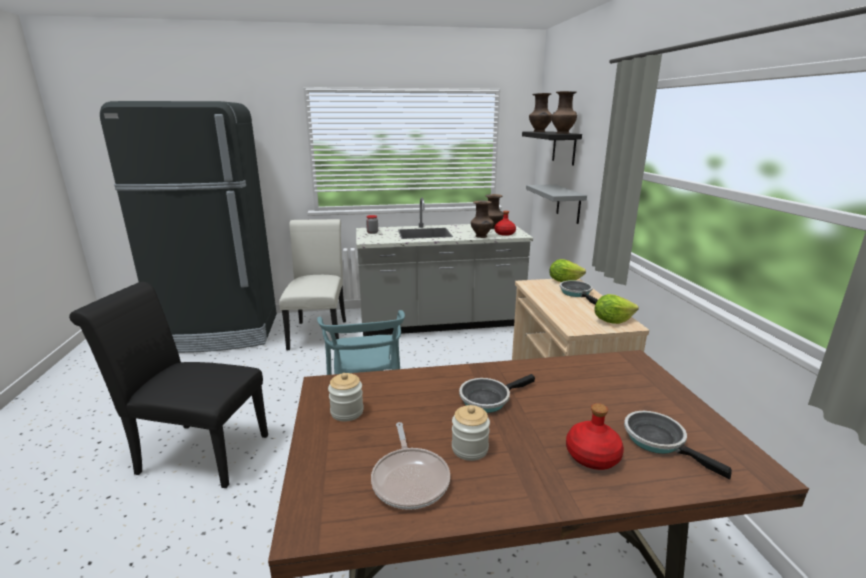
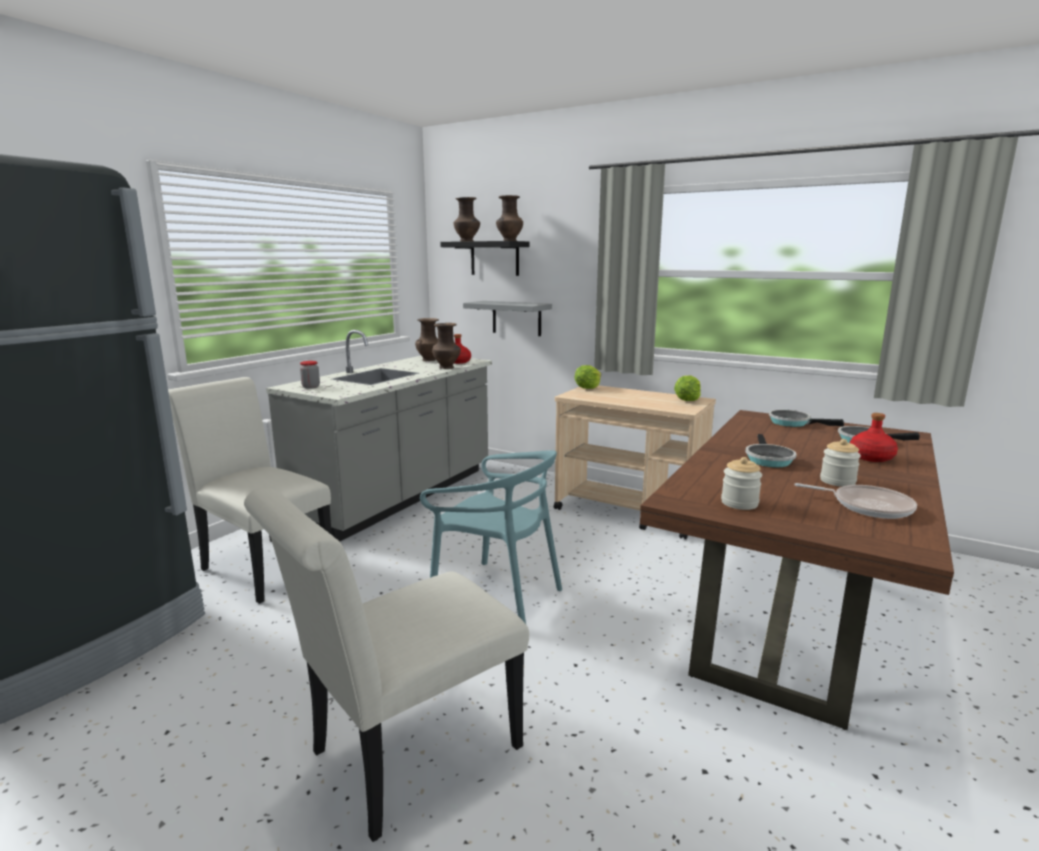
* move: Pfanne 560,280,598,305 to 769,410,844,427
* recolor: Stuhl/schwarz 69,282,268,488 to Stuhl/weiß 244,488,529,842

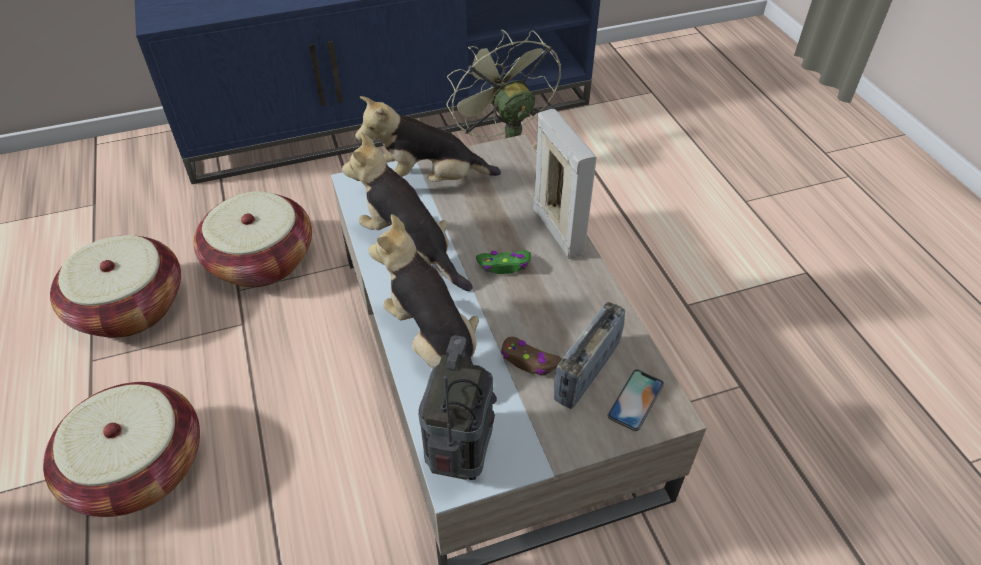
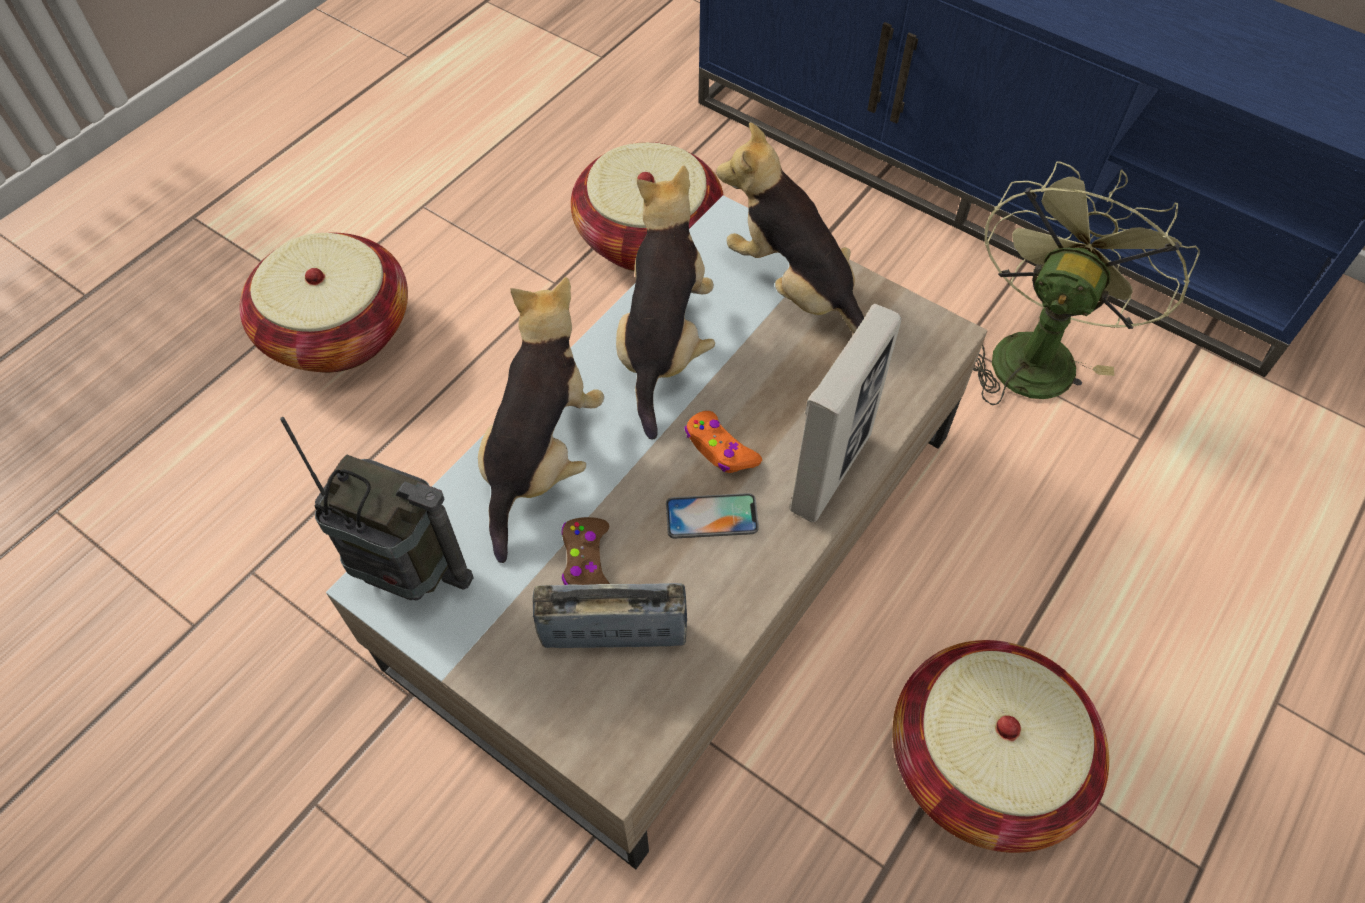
* move: Korb 50,235,181,338 to 892,640,1109,853
* move: Handy 607,369,664,431 to 666,493,759,538
* recolor: Gamepad/grün 476,250,531,274 to Gamepad/orange 684,411,762,473
* rotate: Radio 418,335,495,480 = 280,417,474,600 45 degrees clockwise

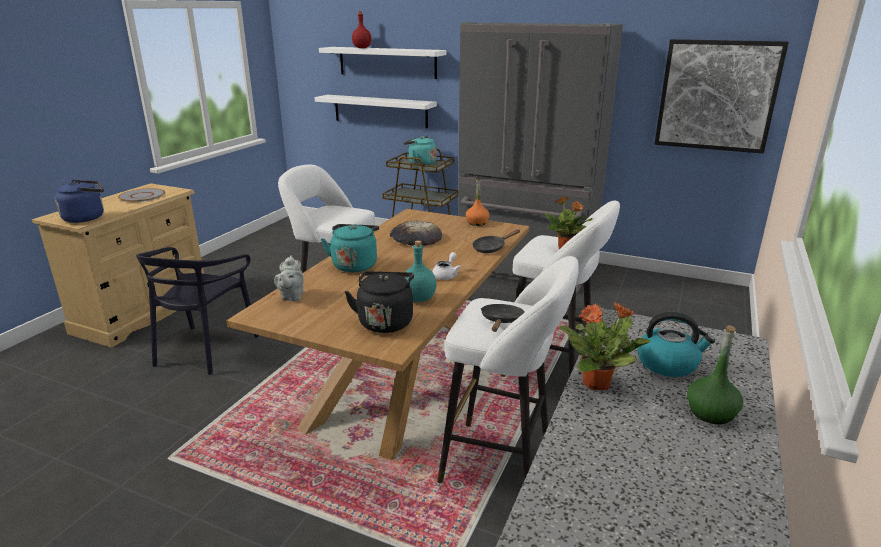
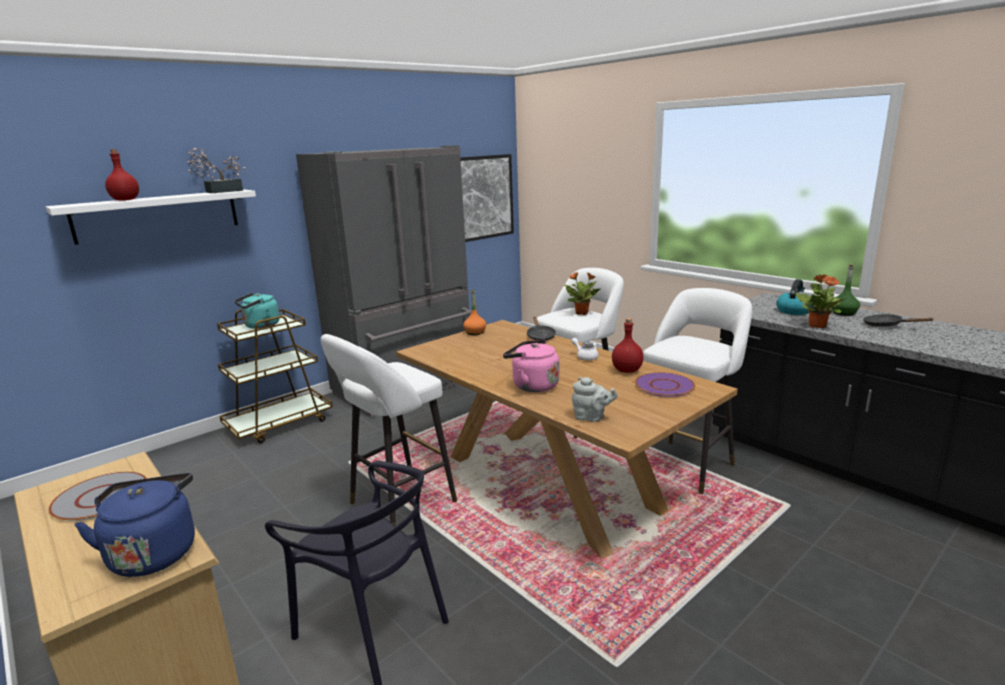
* delete: Wandregal/weiß 314,95,437,128
* delete: Brot 390,221,442,246
* insert: Topfpflanze 188,148,245,193
* move: Pfanne/schwarz 481,304,525,332 to 863,314,934,327
* replace: Wasserkessel/schwarz 345,271,414,333 to Teller/lila 635,372,695,397
* recolor: Wasserkessel/türkis 321,224,379,272 to Wasserkessel/rosa 503,340,560,392
* recolor: Flasche/türkis 405,240,437,302 to Flasche/rot 612,318,644,373

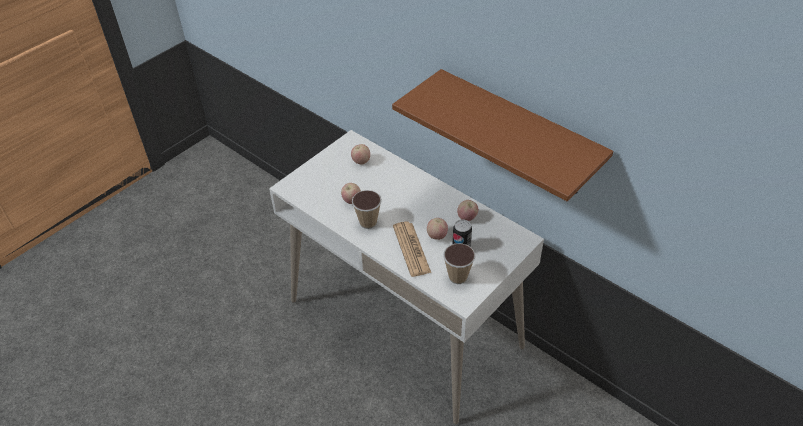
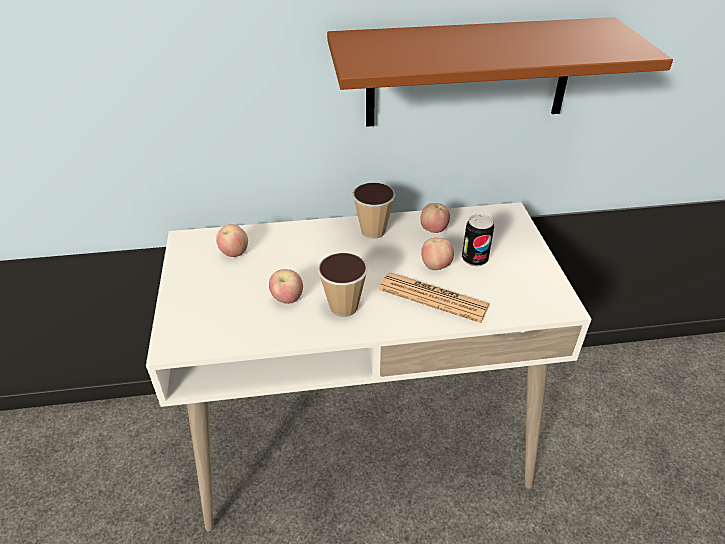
* move: Tasse 443,243,475,284 to 352,182,396,239

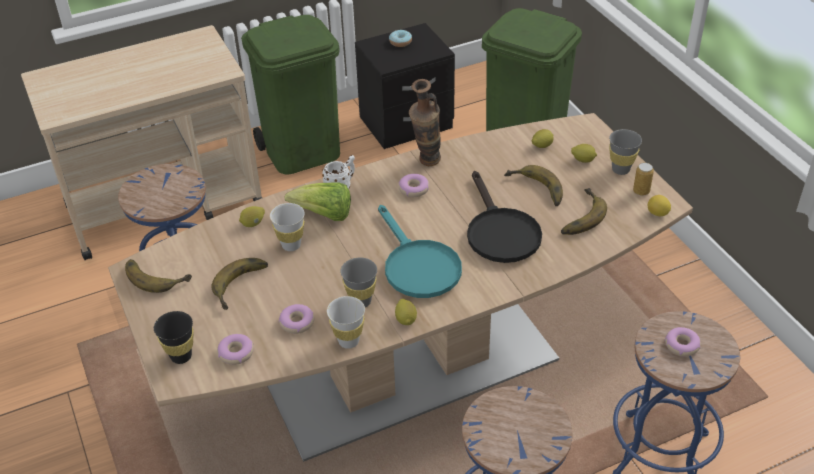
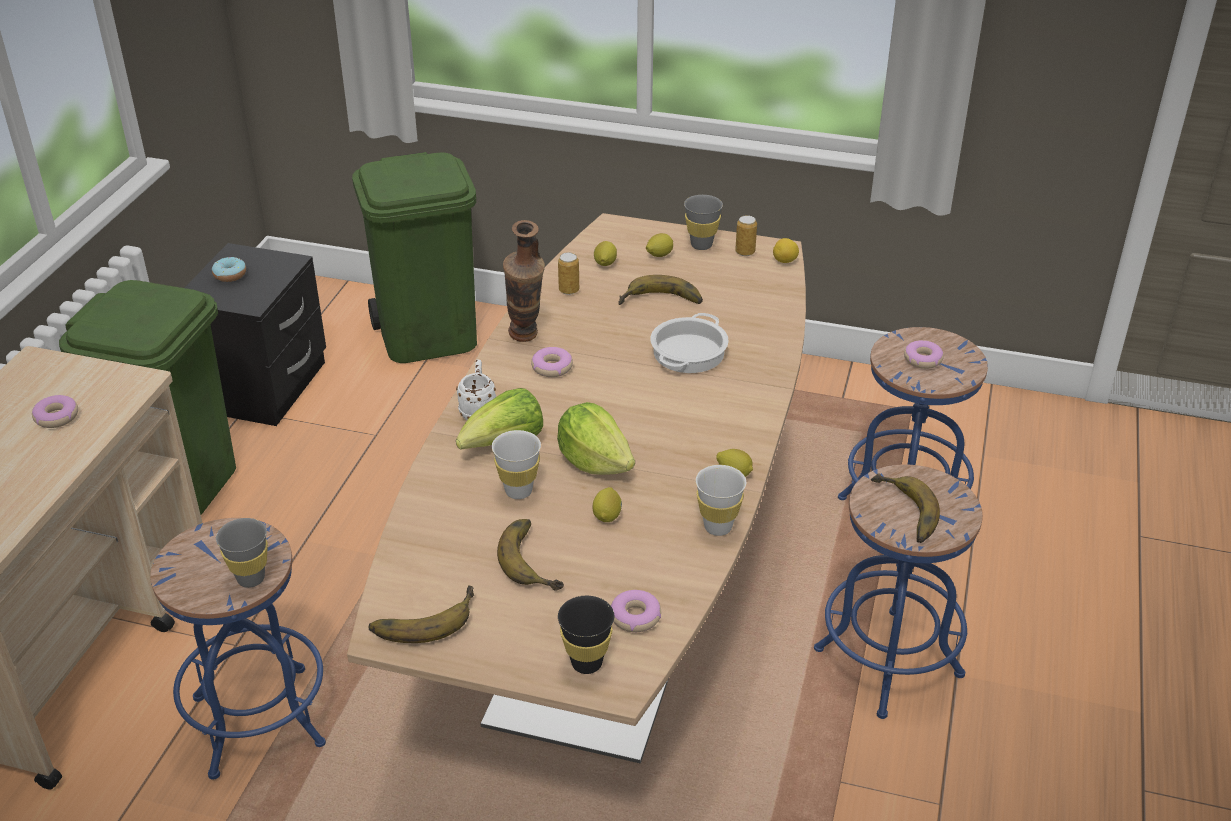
* delete: Pfanne/türkis 378,205,462,298
* insert: Salatkopf 557,402,635,475
* insert: Dose 558,252,579,295
* move: Zitrone 239,206,265,227 to 593,487,622,522
* move: Donut 279,304,314,334 to 32,395,78,428
* move: Tasse/grau 340,258,377,307 to 216,518,268,588
* move: Banane 561,188,607,235 to 871,473,940,543
* replace: Pfanne/schwarz 467,171,542,263 to Kochtopf 650,313,729,373

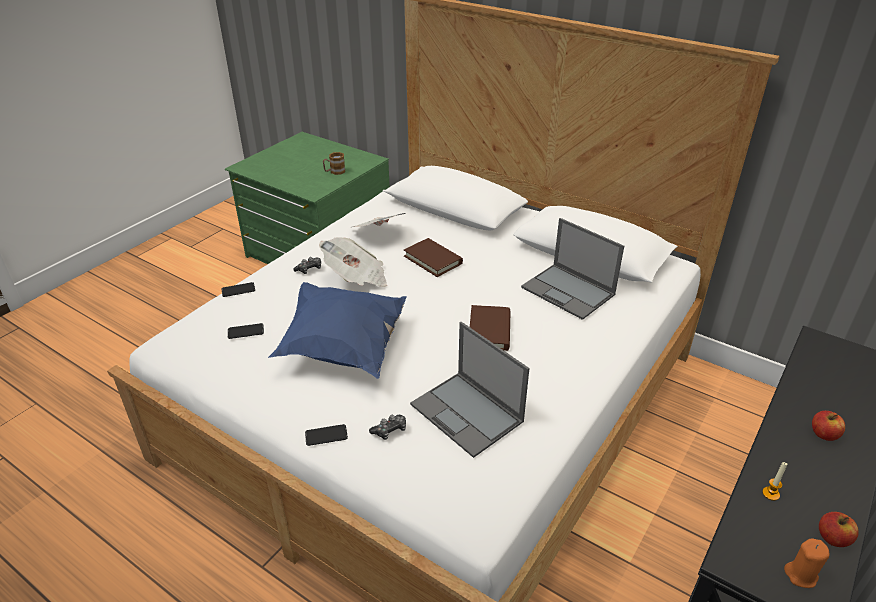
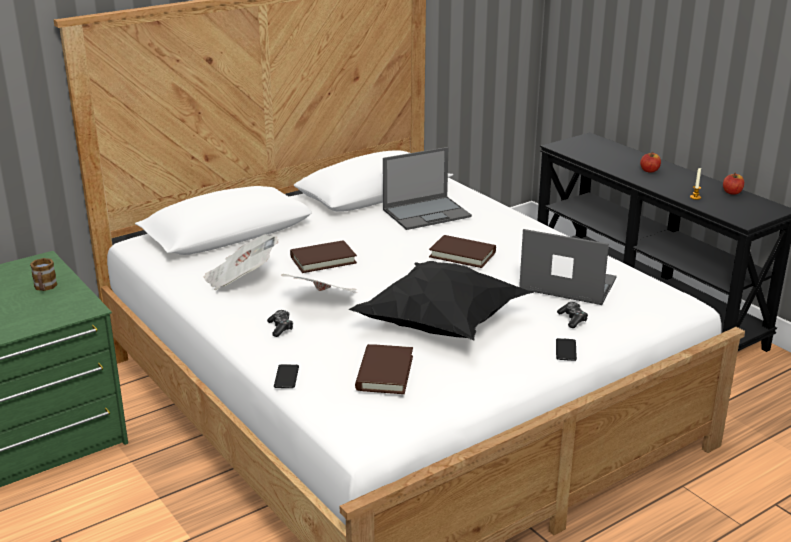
* delete: Kerze/orange 784,538,830,588
* replace: Handy 228,323,264,339 to Buch/braun 355,344,413,394
* recolor: Kissen/blau 268,282,407,379 to Kissen/schwarz 348,261,534,341
* rotate: Laptop 410,322,529,458 = 519,229,617,305 135 degrees counterclockwise

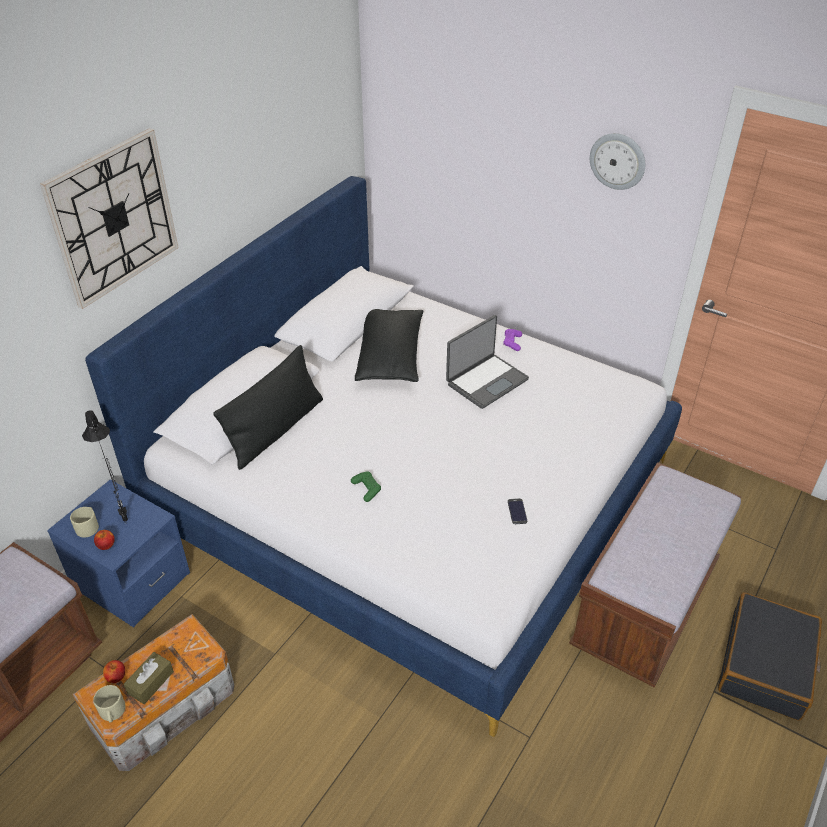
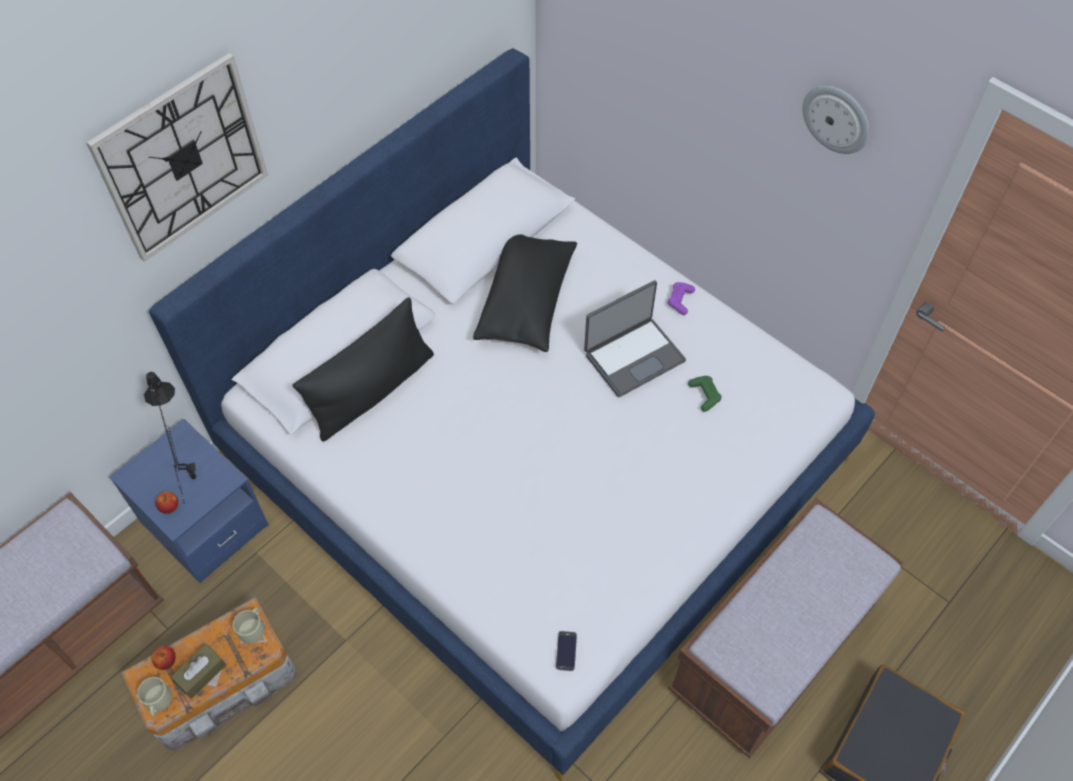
* move: Henkelbecher/beige 70,507,99,538 to 233,607,265,644
* move: Gamepad/grün 351,471,381,502 to 688,376,722,412
* move: Handy 508,498,527,524 to 556,631,577,671

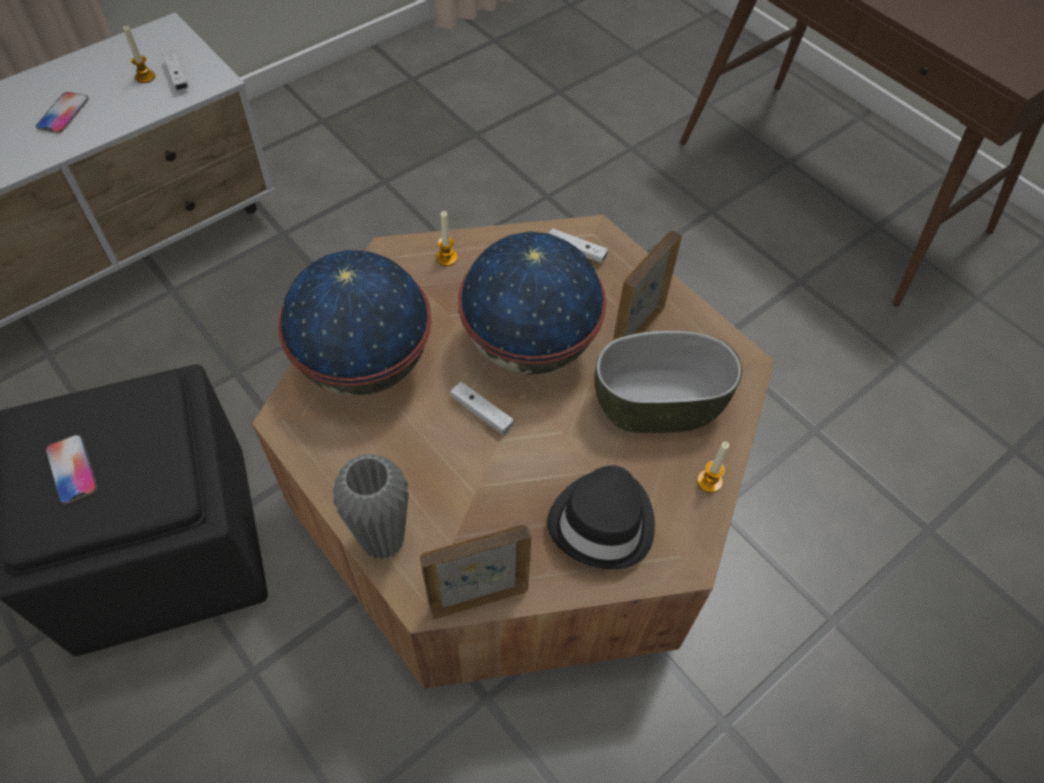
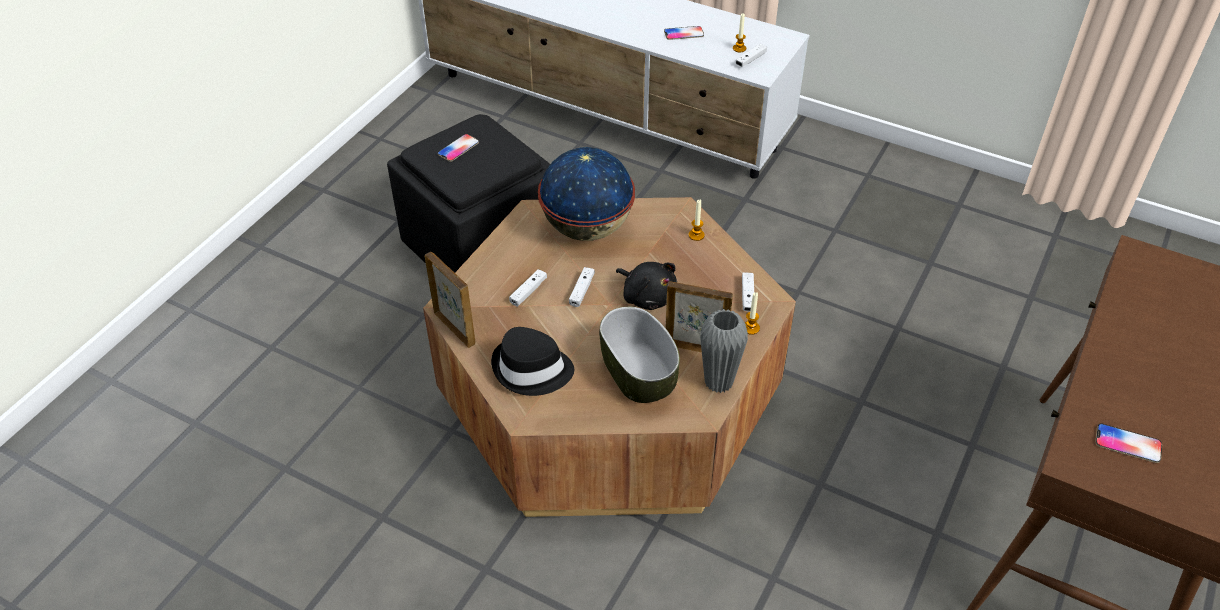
* insert: Gamepad/weiß 509,269,547,307
* insert: Handy 1095,423,1162,463
* move: Vase/grau 333,454,409,560 to 700,309,748,393
* move: Kerze 697,441,729,493 to 745,292,760,335
* replace: Globus 458,231,606,374 to Plüschtier/schwarz 616,262,677,310

